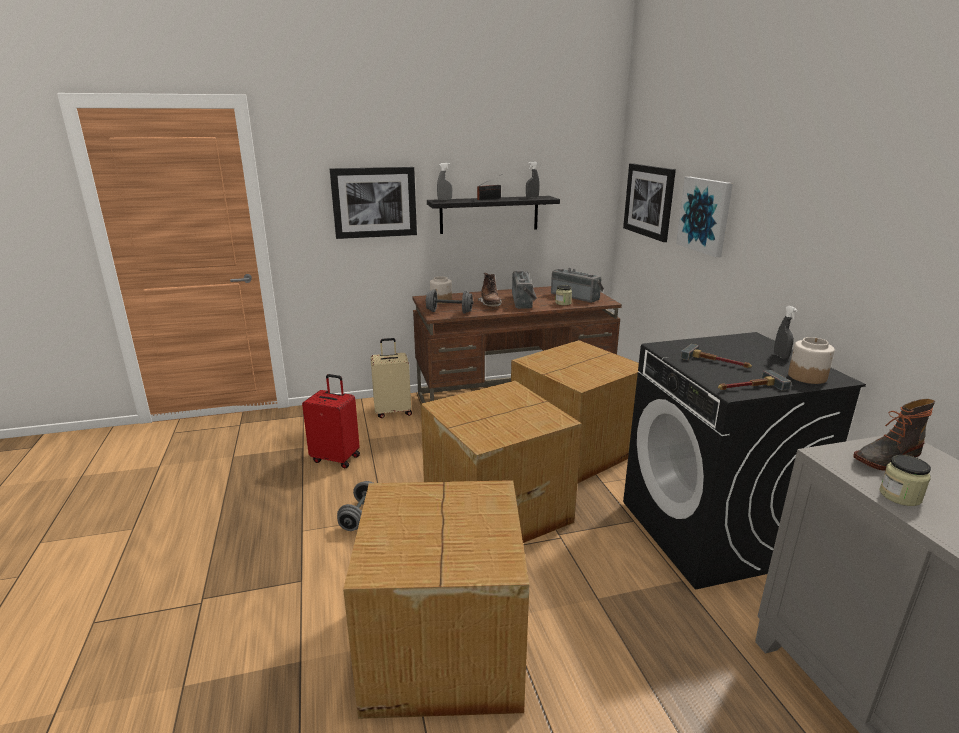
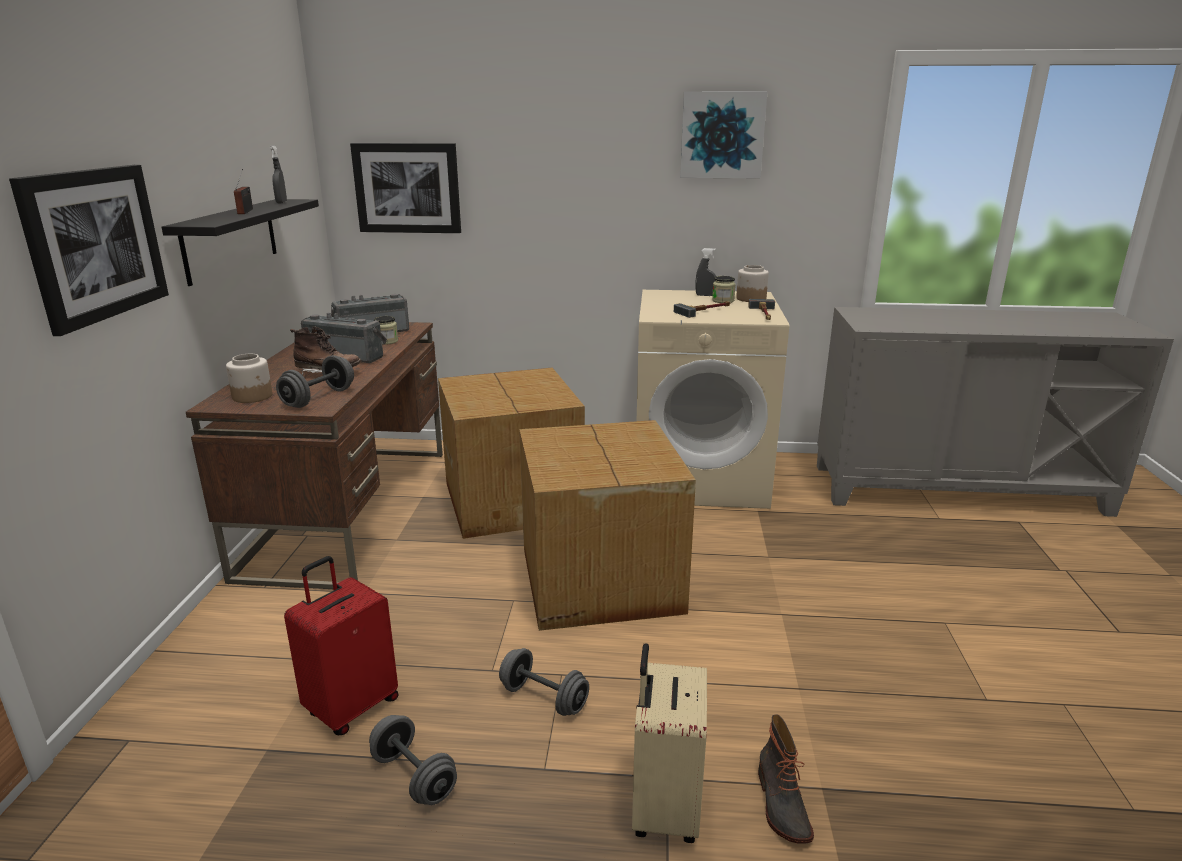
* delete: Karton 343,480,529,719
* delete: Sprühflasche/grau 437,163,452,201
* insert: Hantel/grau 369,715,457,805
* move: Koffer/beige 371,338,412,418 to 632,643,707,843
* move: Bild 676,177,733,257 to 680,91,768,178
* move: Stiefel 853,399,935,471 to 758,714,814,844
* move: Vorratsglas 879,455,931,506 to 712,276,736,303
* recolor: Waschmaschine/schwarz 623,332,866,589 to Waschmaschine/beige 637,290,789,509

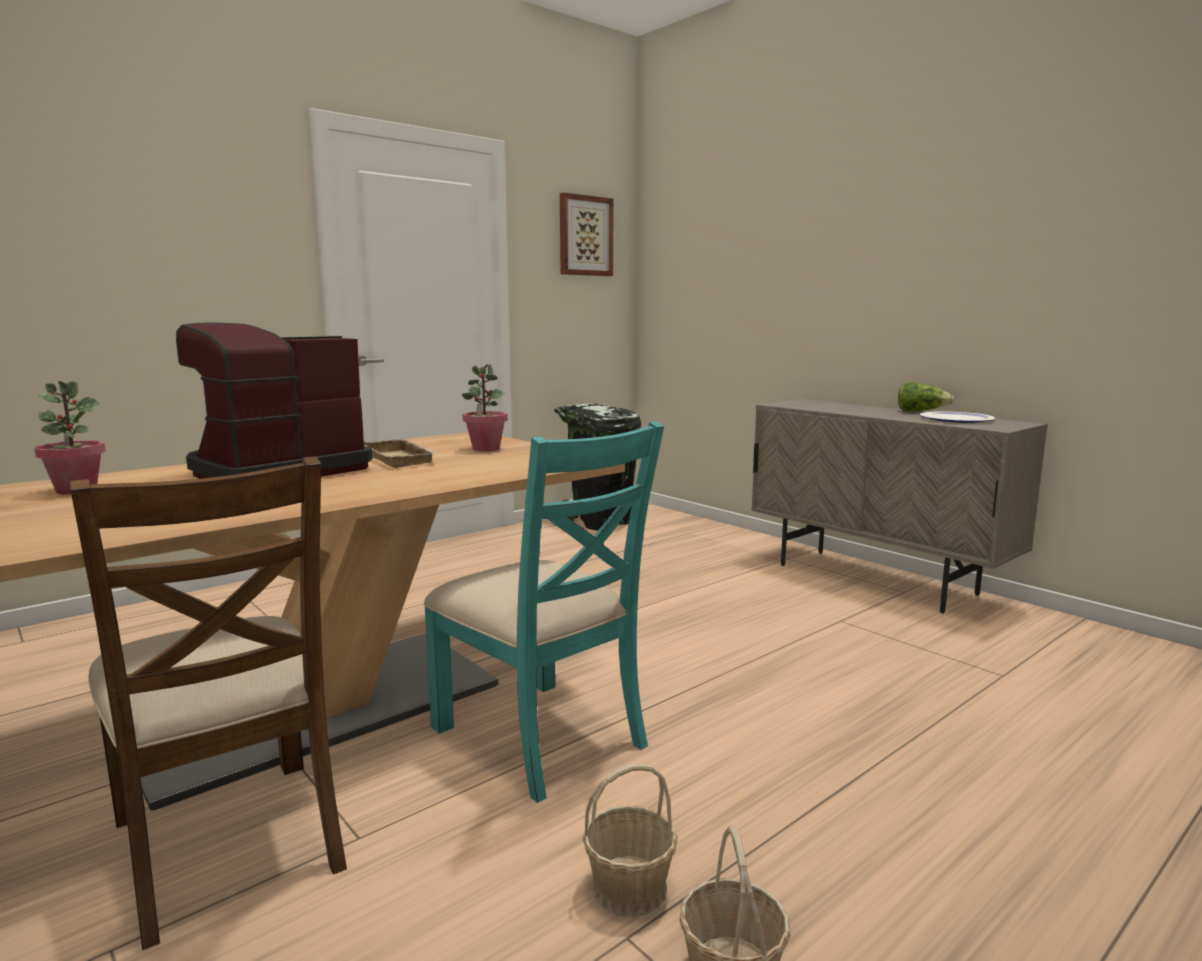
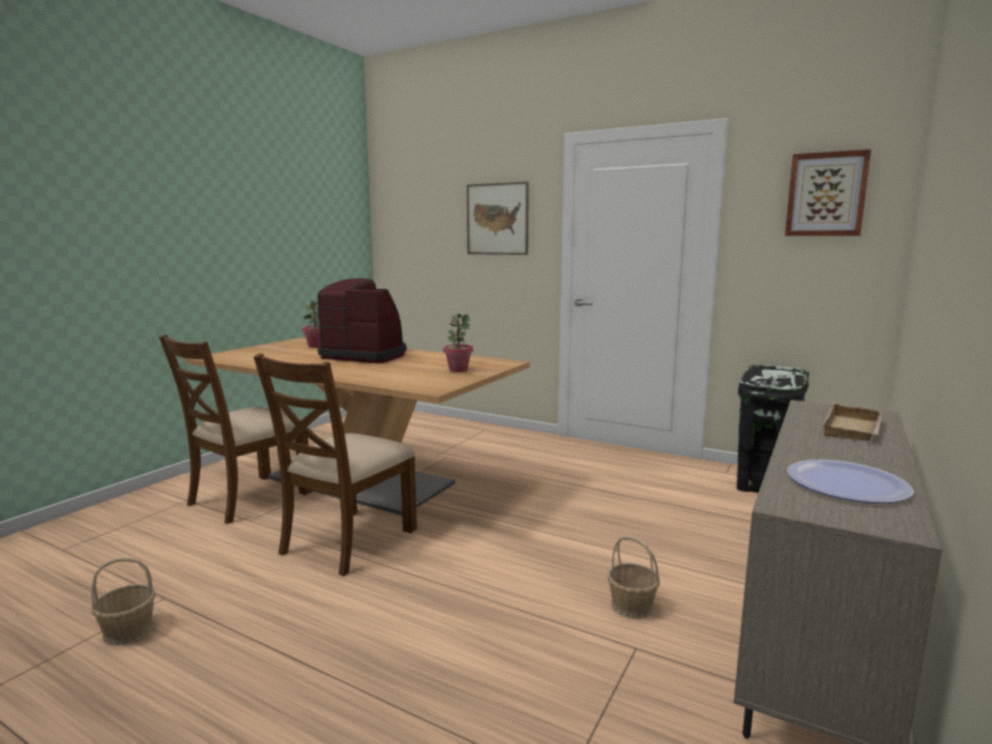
* delete: Salatkopf 898,382,954,412
* insert: Bild 467,182,529,255
* move: Tablett/beige 364,438,437,468 to 822,402,883,441
* move: Korb 583,764,677,917 to 607,535,660,619
* recolor: Stuhl/türkis 424,421,664,803 to Stuhl/braun 254,353,417,576

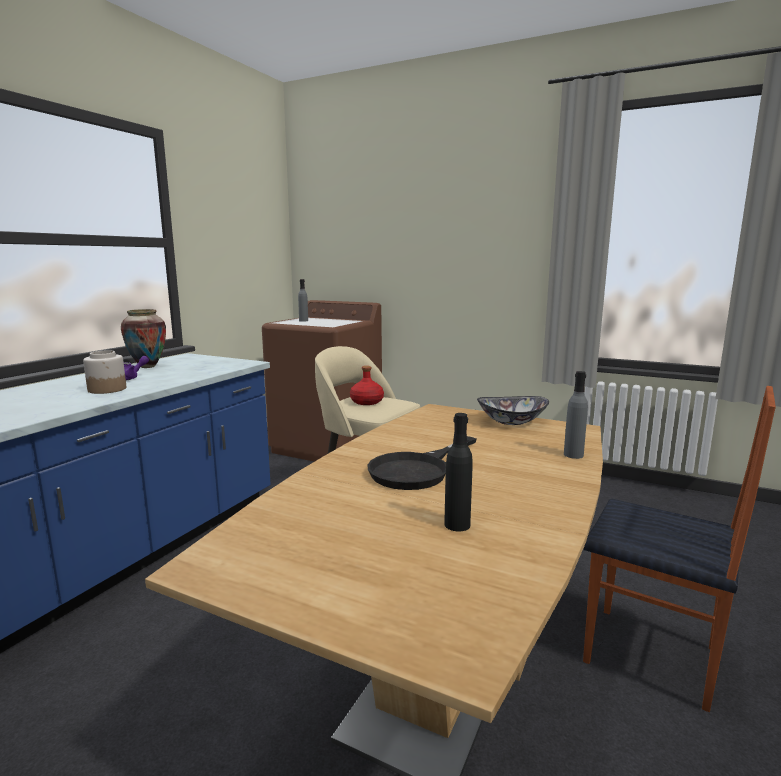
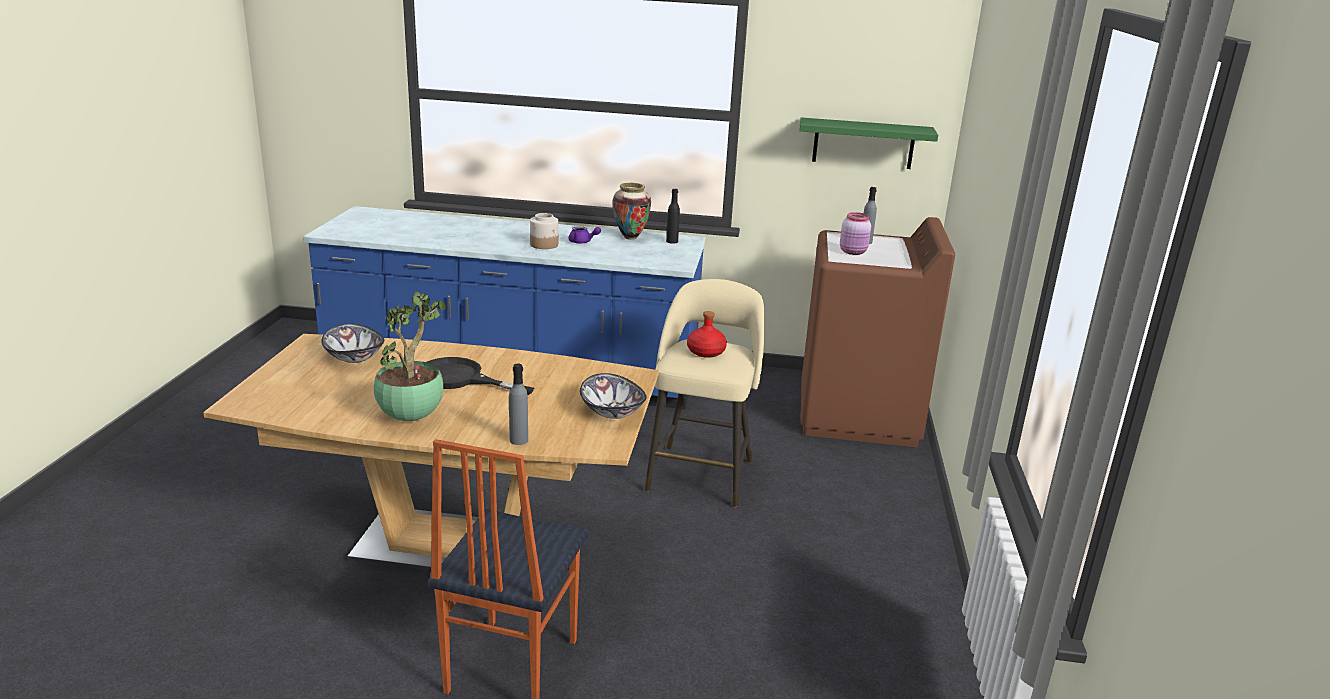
* insert: Schüssel 321,324,384,363
* insert: Topfpflanze 374,291,447,421
* insert: Wandregal/grün 800,117,938,169
* insert: Vorratsglas/rosa 840,212,871,255
* move: Flasche/schwarz 444,413,473,532 to 666,189,680,244

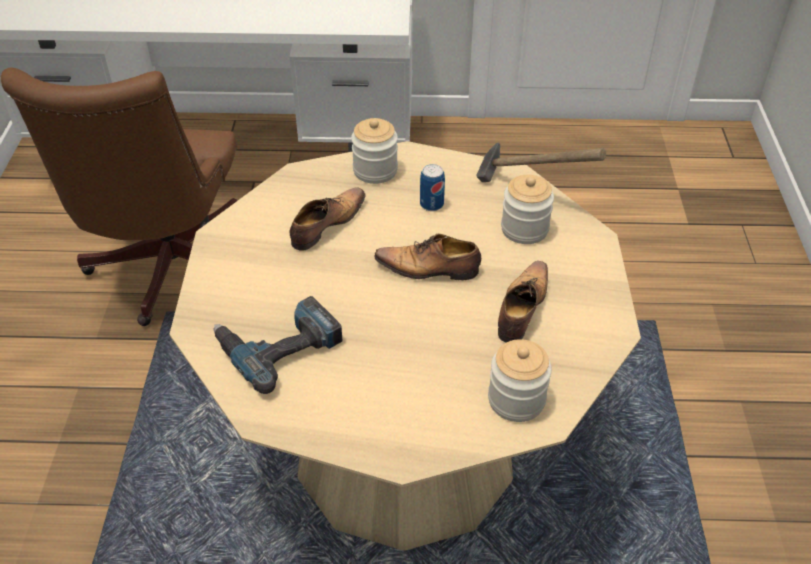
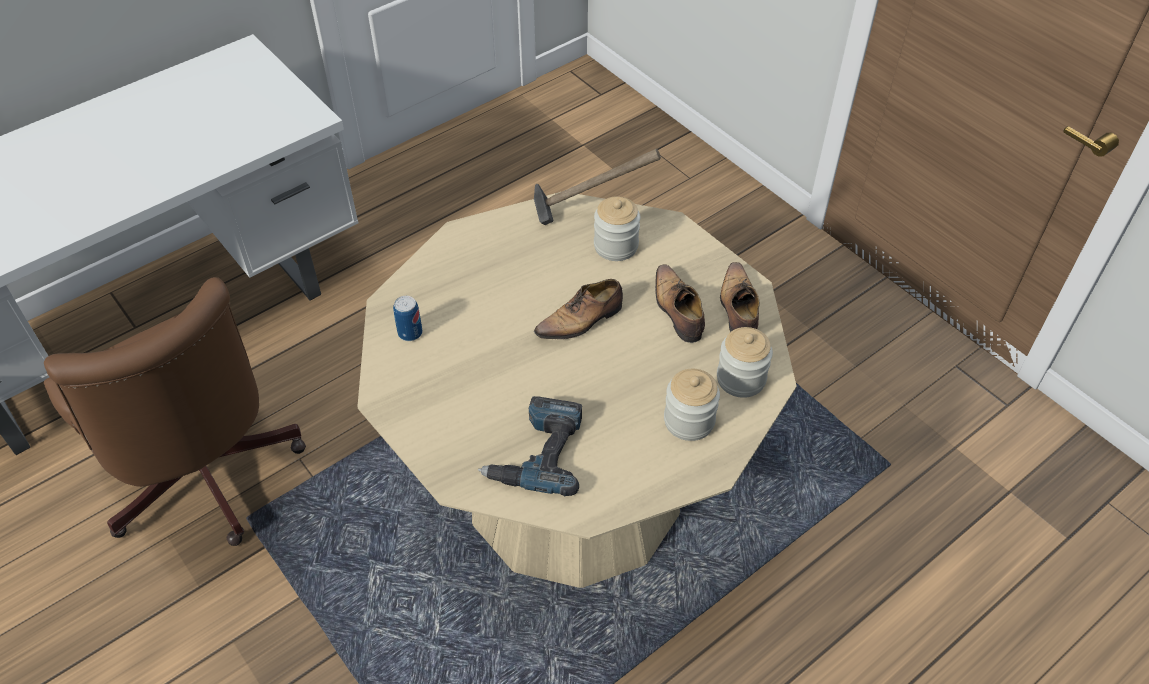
* move: Schuh 289,188,366,251 to 720,262,759,332
* move: Vorratsglas 351,118,398,184 to 664,369,720,441
* move: Dose 420,164,445,211 to 393,296,423,341

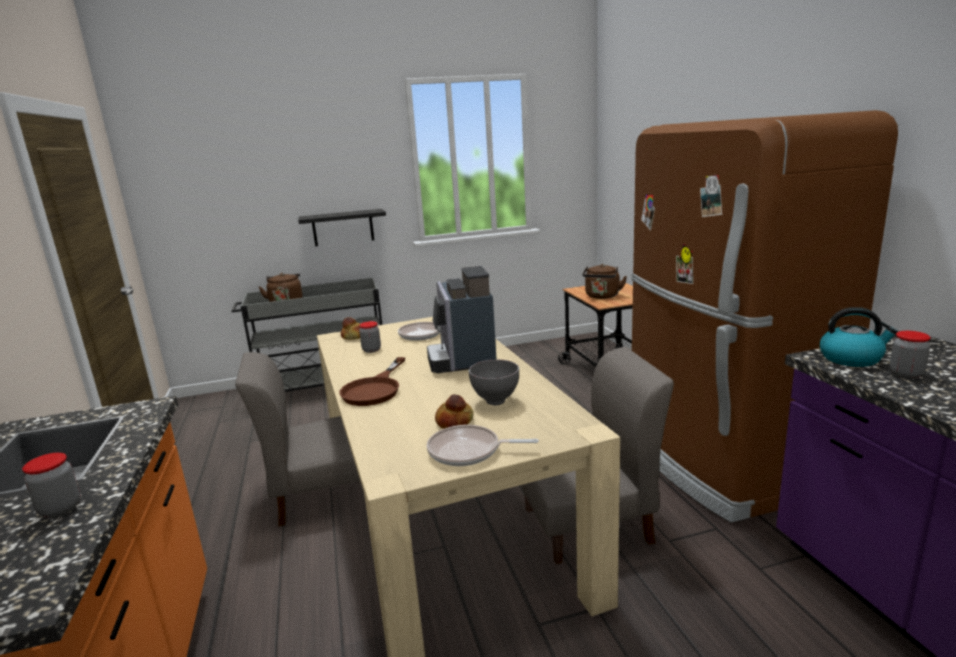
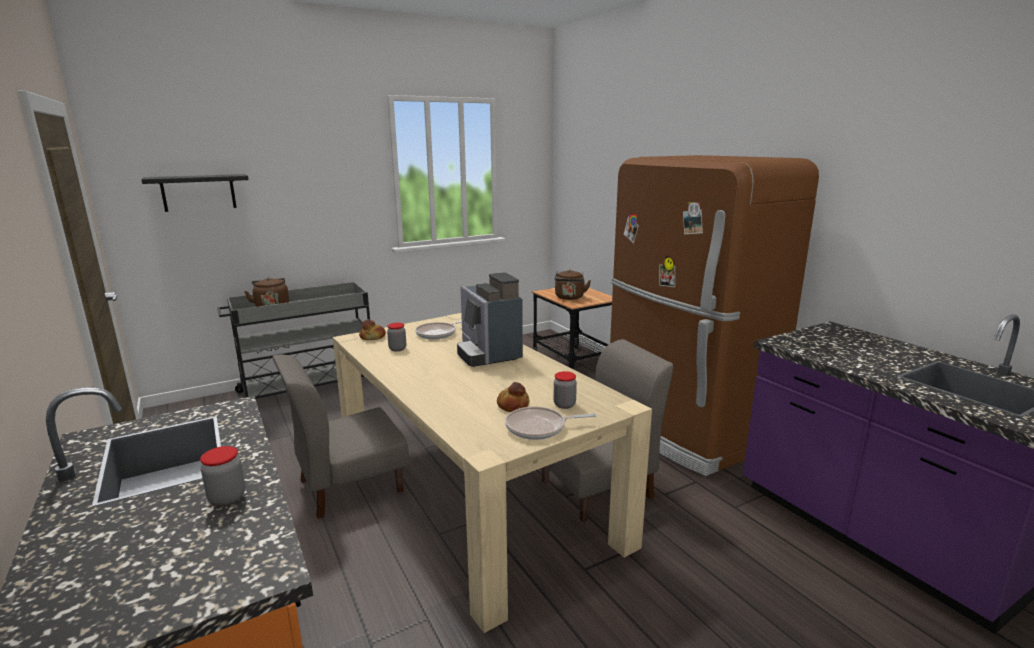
* delete: Pfanne/braun 340,357,405,406
* delete: Schüssel/grau 469,360,519,406
* delete: Wasserkessel 820,307,898,367
* move: Wandregal/schwarz 298,209,386,247 to 141,174,249,212
* move: Vorratsglas 889,331,931,379 to 554,371,577,409

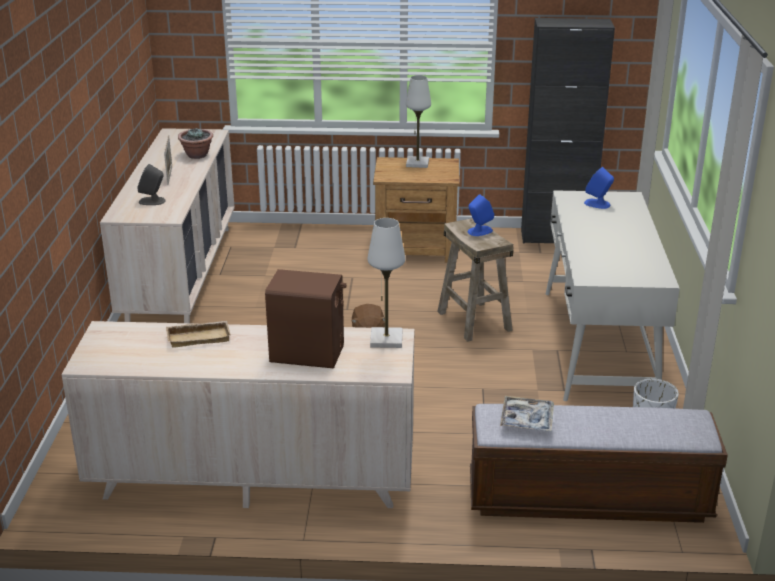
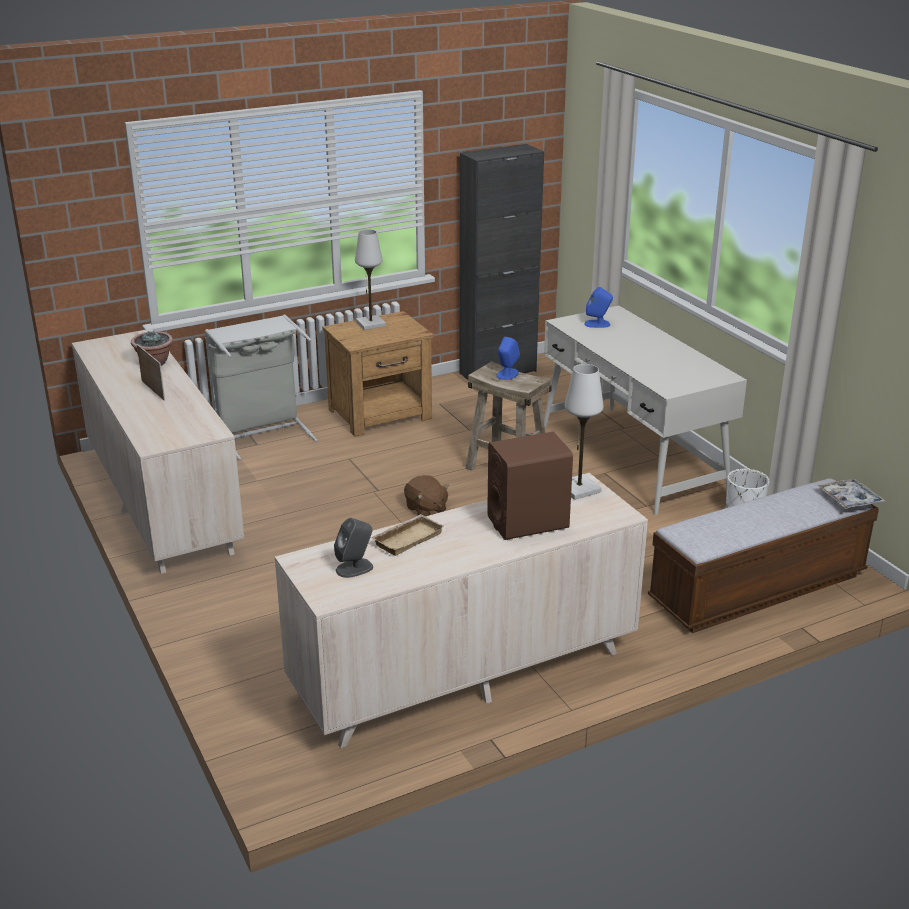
* insert: Wäschekorb/grau 205,314,317,460
* move: Lautsprecher/grau 138,164,165,205 to 334,518,373,578
* move: Tablett 500,396,554,432 to 817,478,885,509

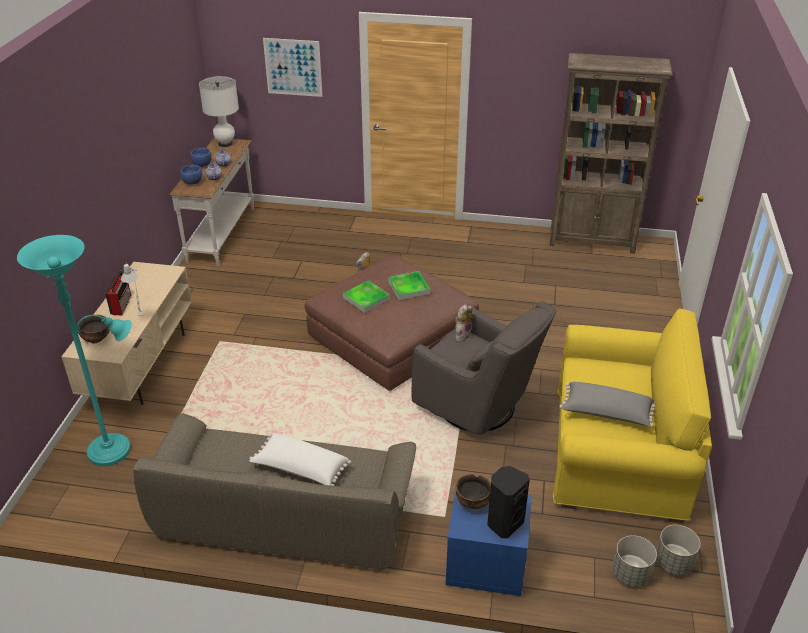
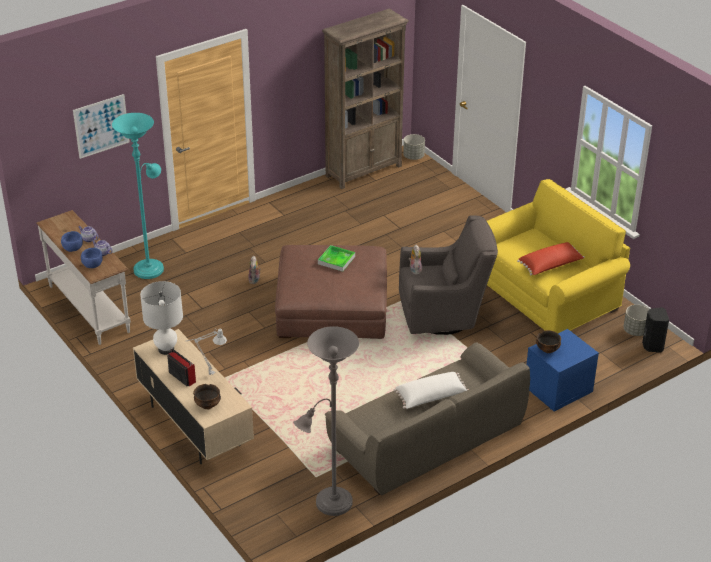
* delete: Tablett 343,280,390,313
* insert: Stehlampe/grau 293,326,359,516
* move: Stehlampe/türkis 17,235,132,466 to 112,113,164,279
* move: Tischlampe/weiß 199,76,239,147 to 140,281,183,355
* move: Lautsprecher/schwarz 487,466,530,538 to 642,307,669,353
* move: Pflanzkübel/grau 612,535,657,587 to 403,134,425,160
* recolor: Kissen/grau 559,382,655,427 to Kissen/rot 517,242,585,276

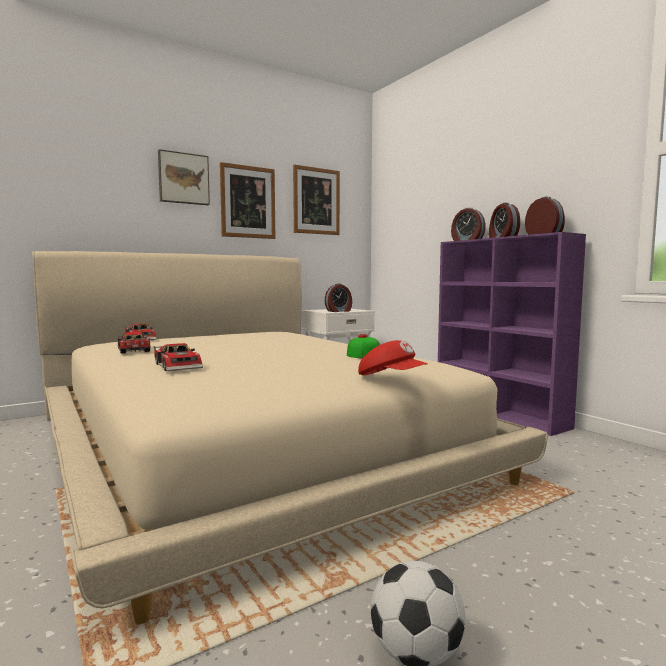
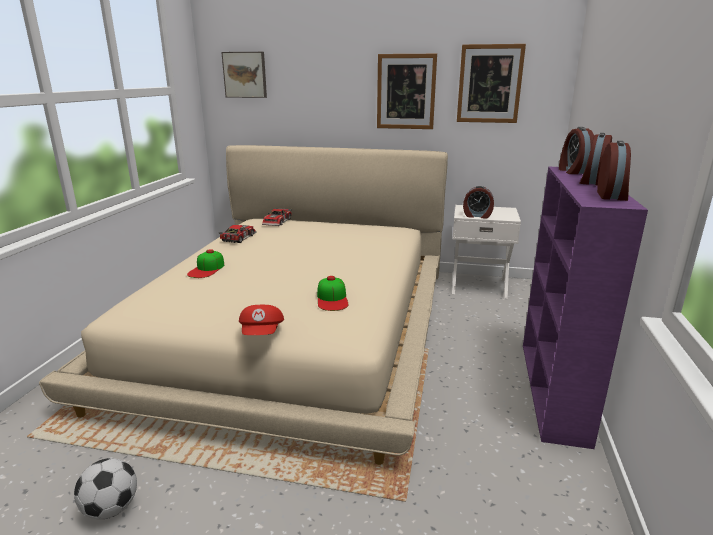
* move: Bild 158,149,210,205 to 221,52,267,98
* replace: Spielzeugauto 154,343,203,371 to Kappe 187,249,224,278

